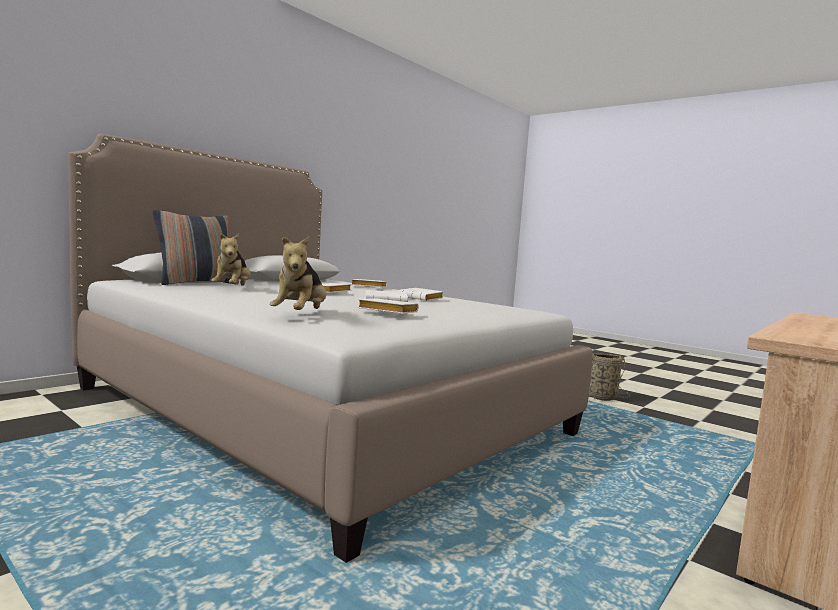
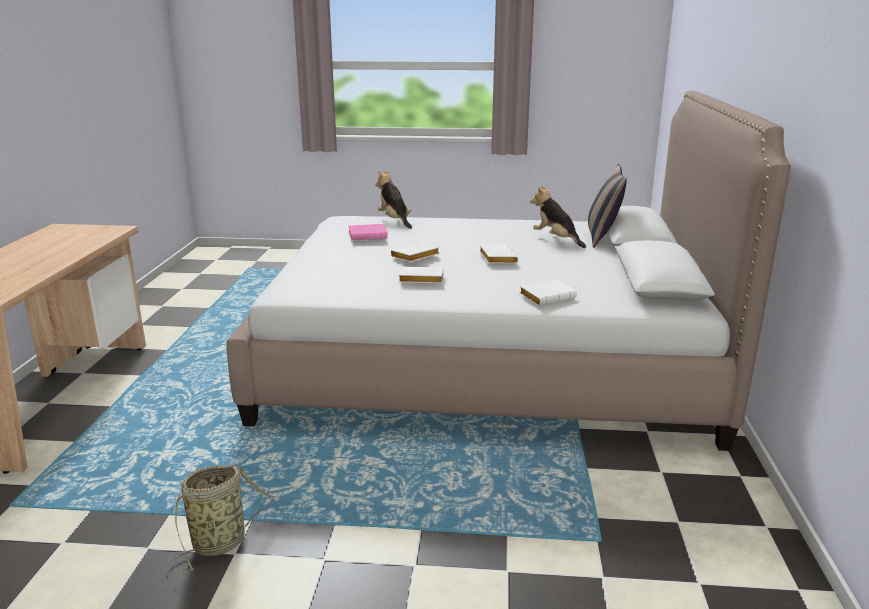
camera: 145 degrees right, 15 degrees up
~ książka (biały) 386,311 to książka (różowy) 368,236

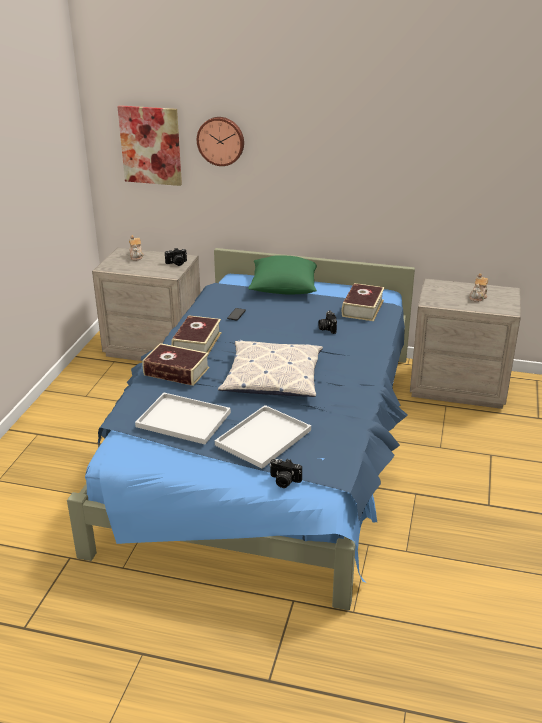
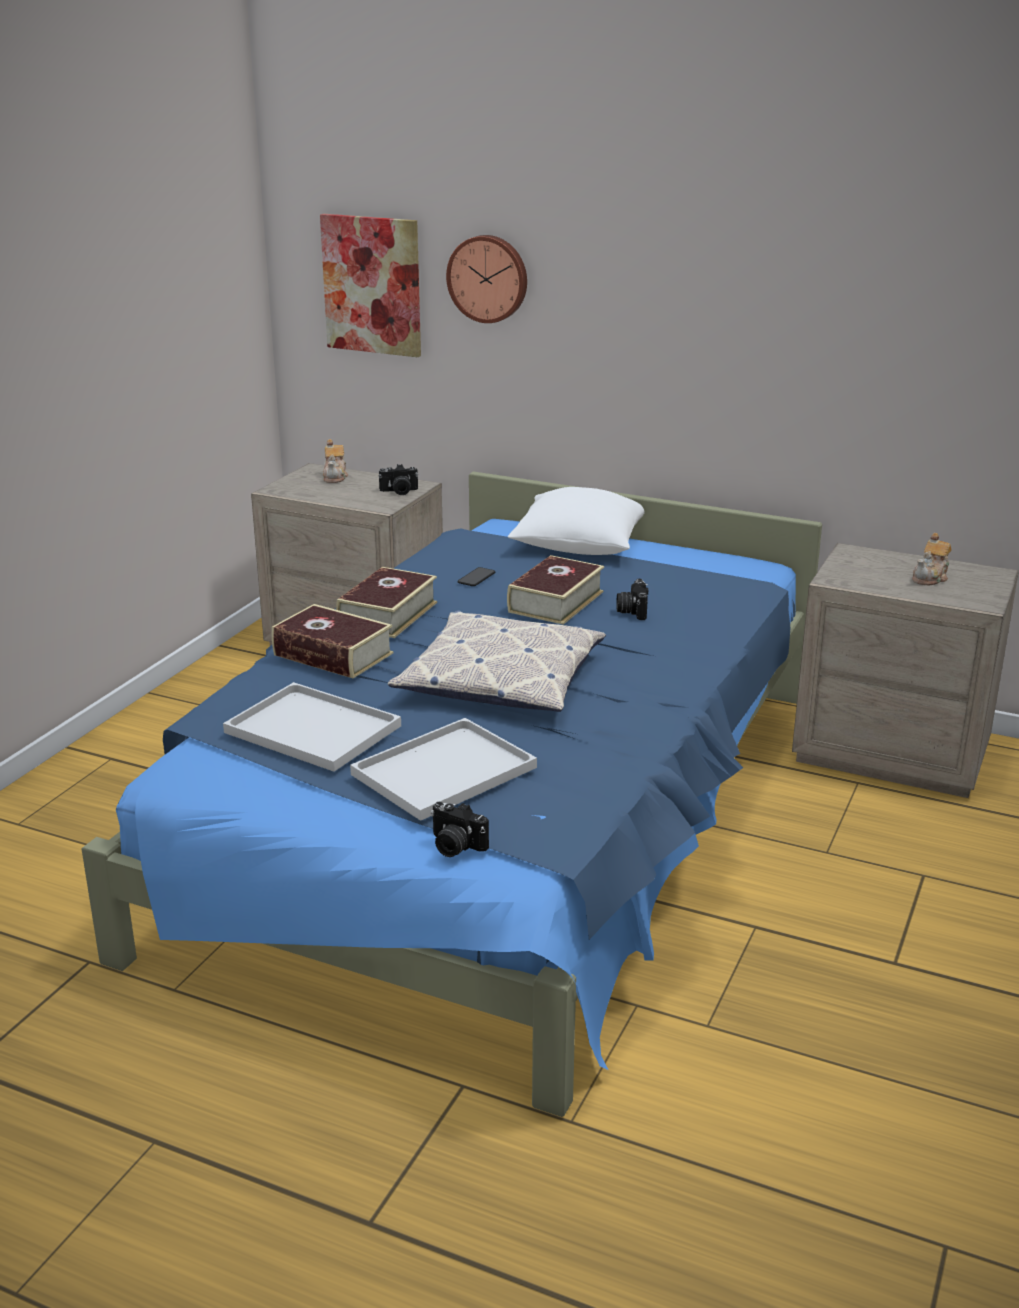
camera: 10 degrees right, 5 degrees down
~ książka 362,308 to 555,601
~ poduszka (zielony) 283,288 to poduszka (biały) 579,546

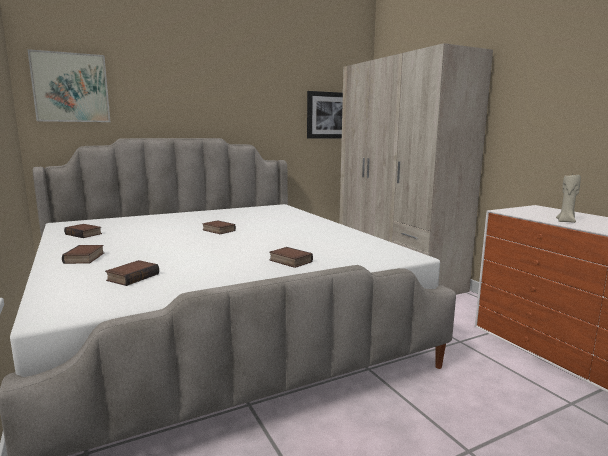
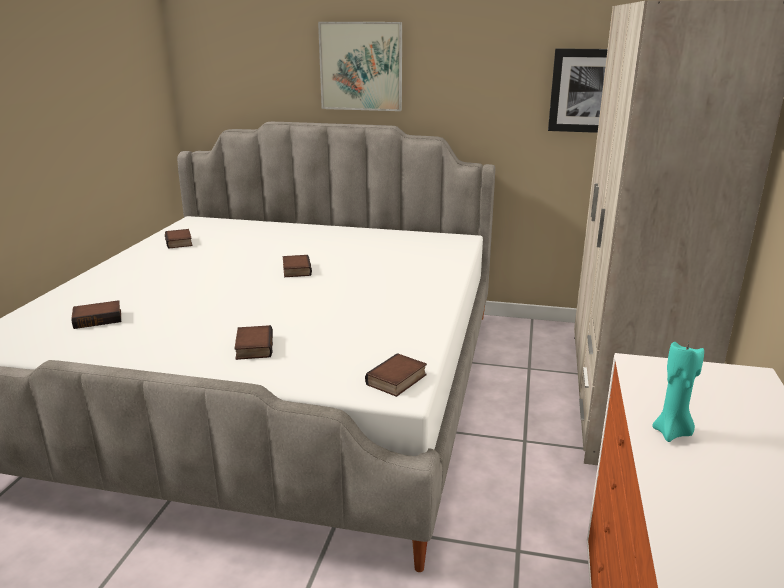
camera: 40 degrees right, 10 degrees up
~ obraz 71,87 to 361,66
~ książka 85,258 to 397,380
~ świeca (beżowy) 566,221 to świeca (turkusowy) 672,433

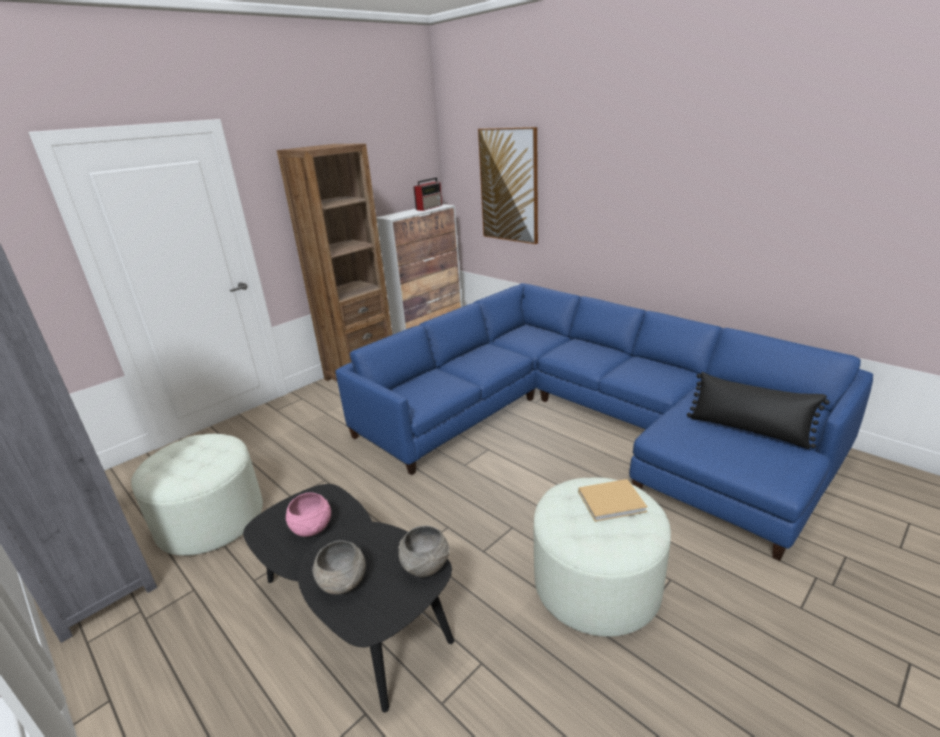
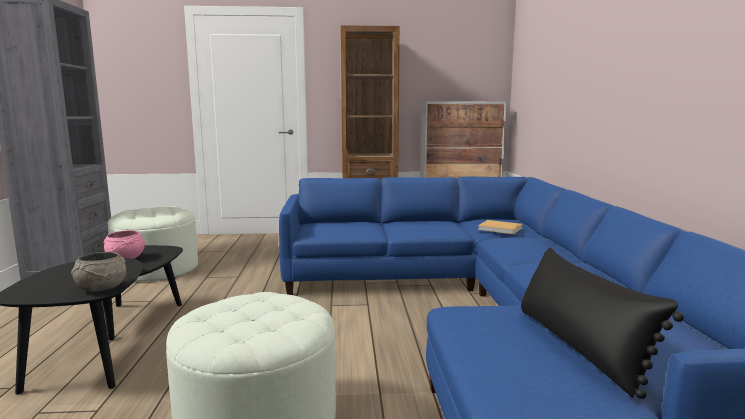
camera: 40 degrees right, 15 degrees down
~ książka (beżowy) 613,501 to 501,229
- miska (szary) 343,581
- radio 429,207
- obraz 509,186

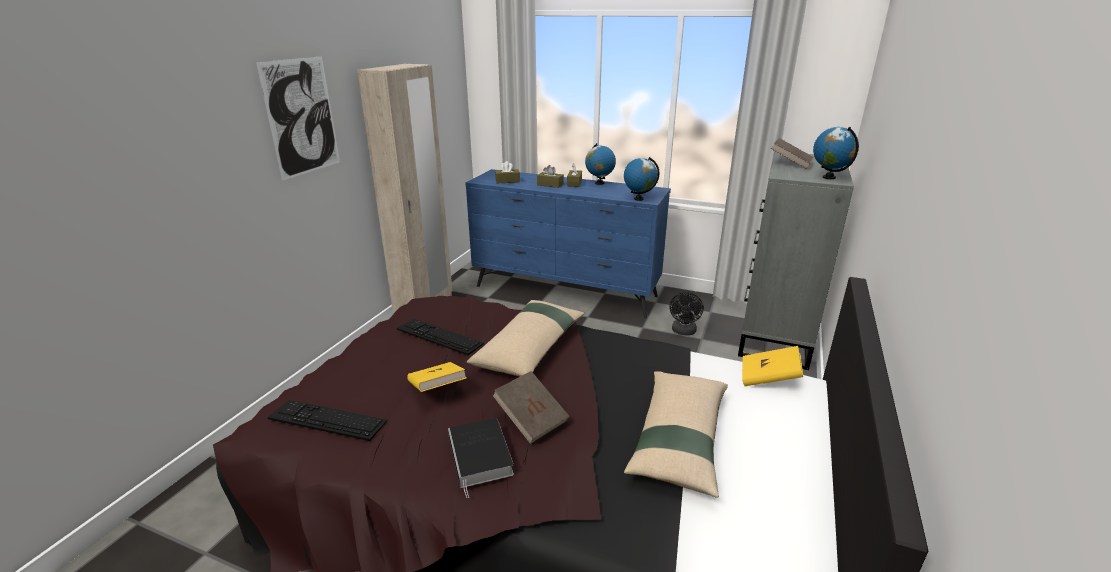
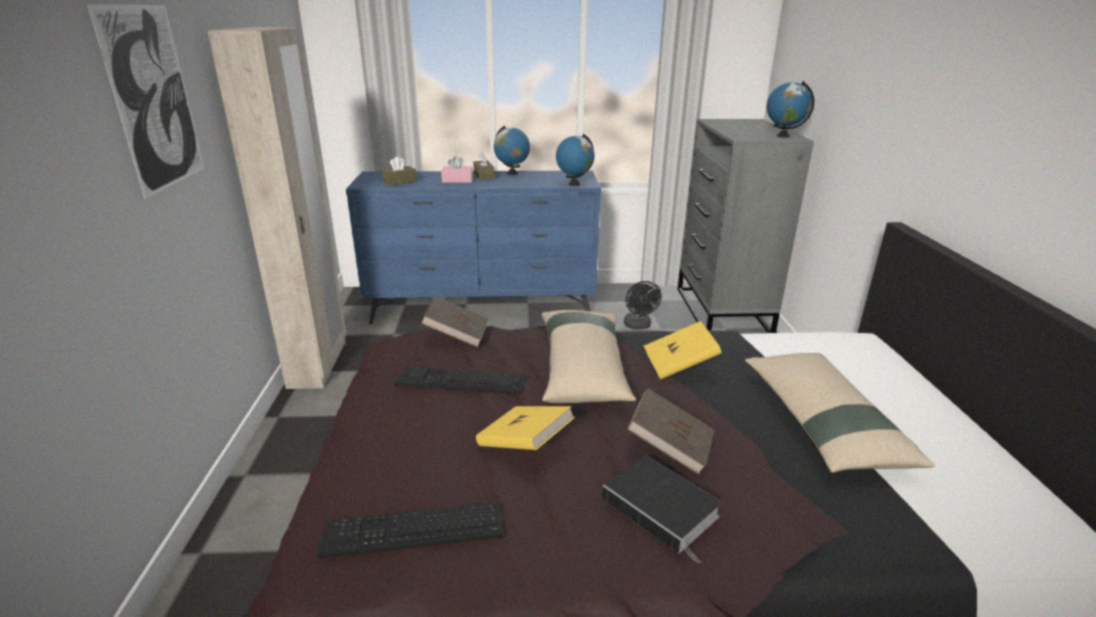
camera: 25 degrees left, 0 degrees up
~ książka (brązowy) 790,163 to 457,335
~ pudełko chusteczek (brązowy) 550,185 to pudełko chusteczek (różowy) 457,180
~ książka (żółty) 768,378 to 679,365

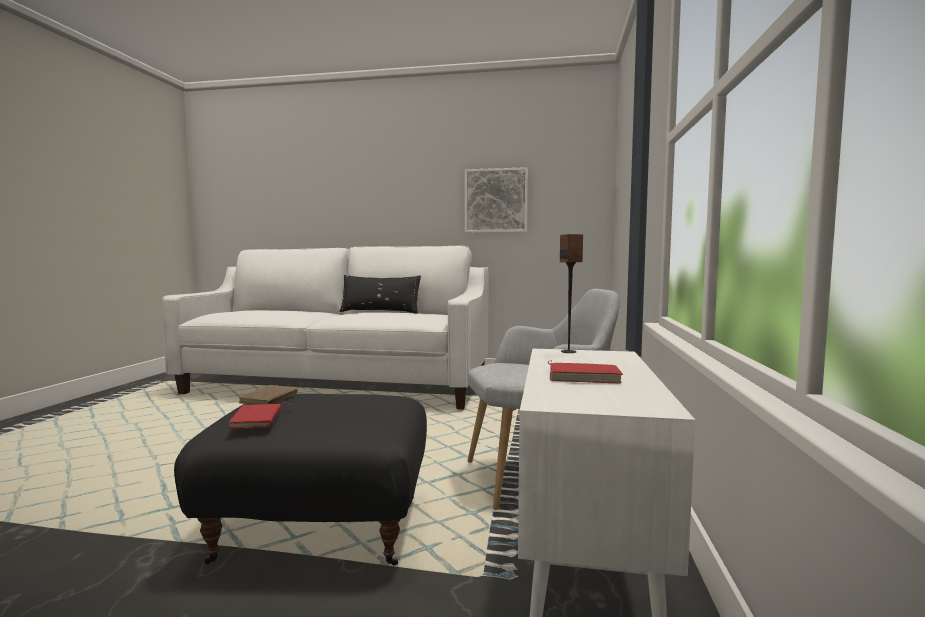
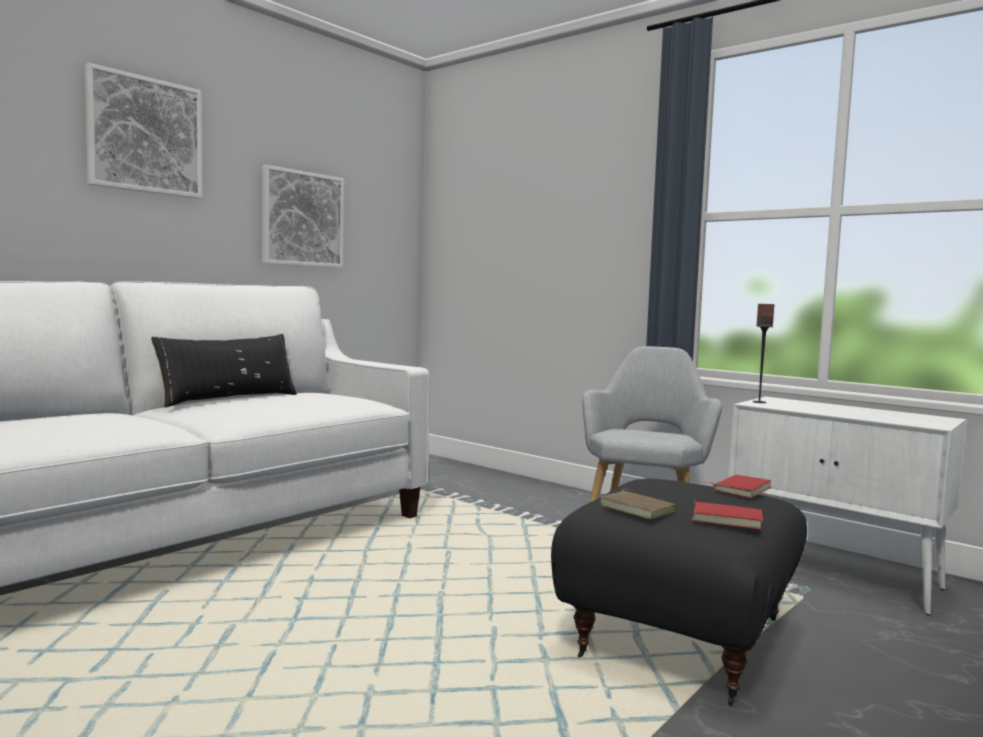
camera: 60 degrees left, 0 degrees up
+ obraz 145,135
~ książka (czerwony) 584,376 to 740,489

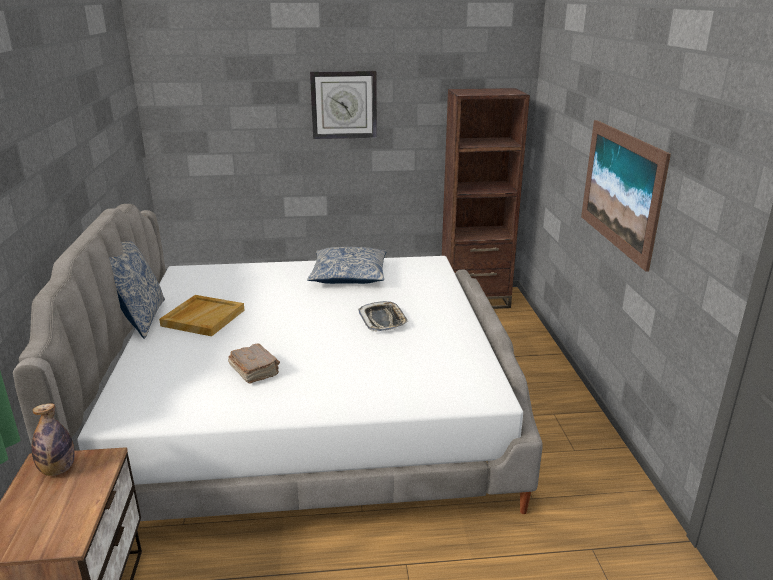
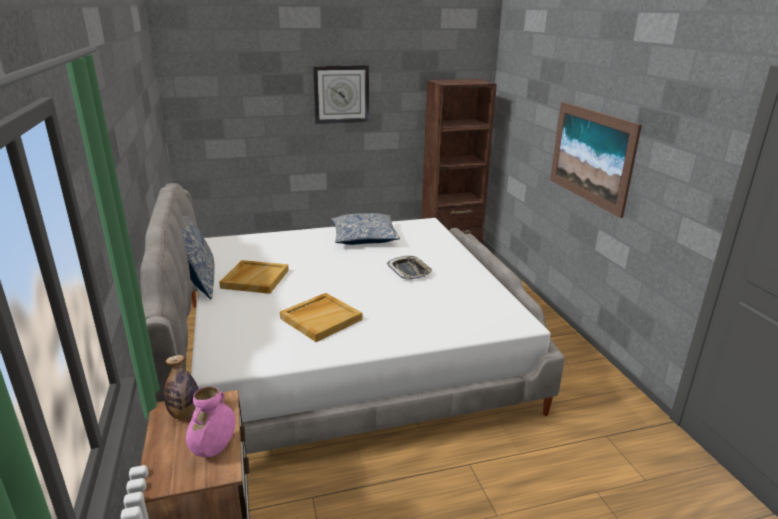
camera: 10 degrees left, 0 degrees up
+ wazon (różowy) 214,449
~ książka (brązowy) 254,371 to taca (beżowy) 321,318

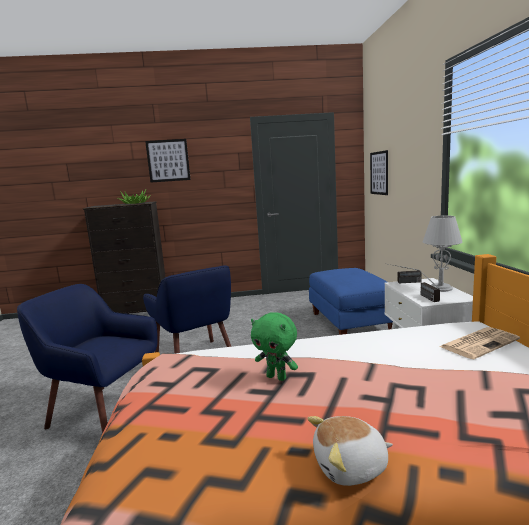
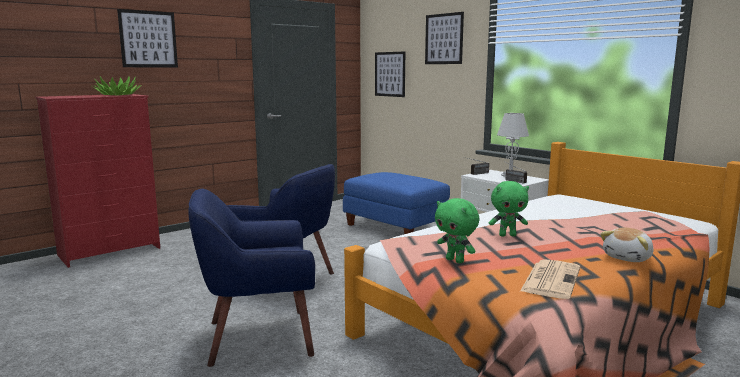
camera: 35 degrees left, 0 degrees up
~ komoda (czarny) 137,312 to komoda (czerwony) 111,251
+ obraz 444,39
+ pluszak (zielony) 455,260
~ gazeta 479,343 to 550,279

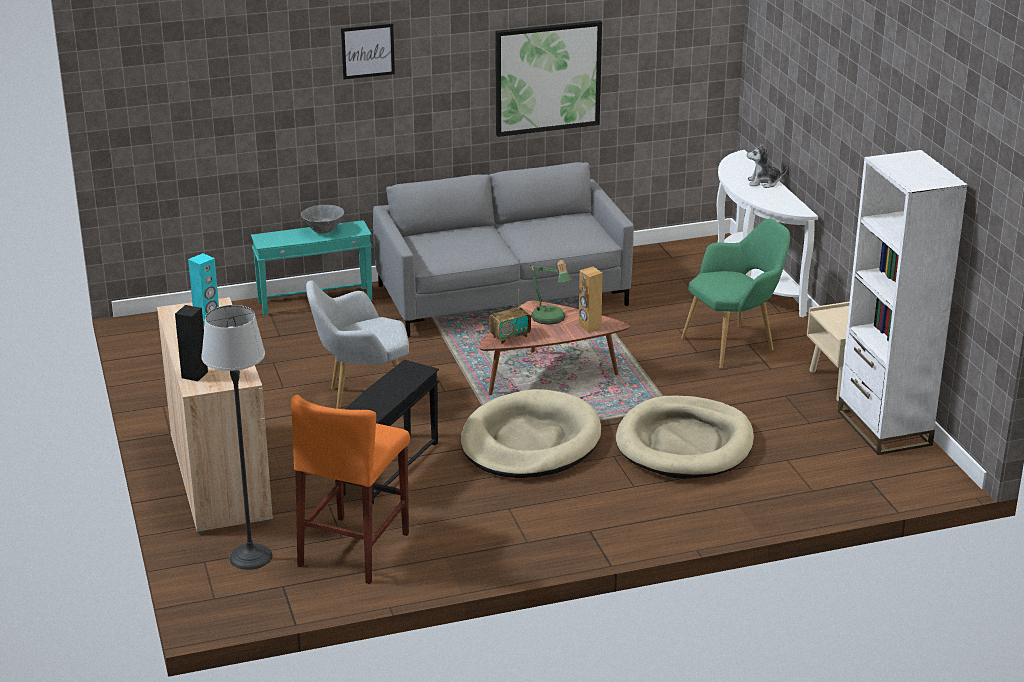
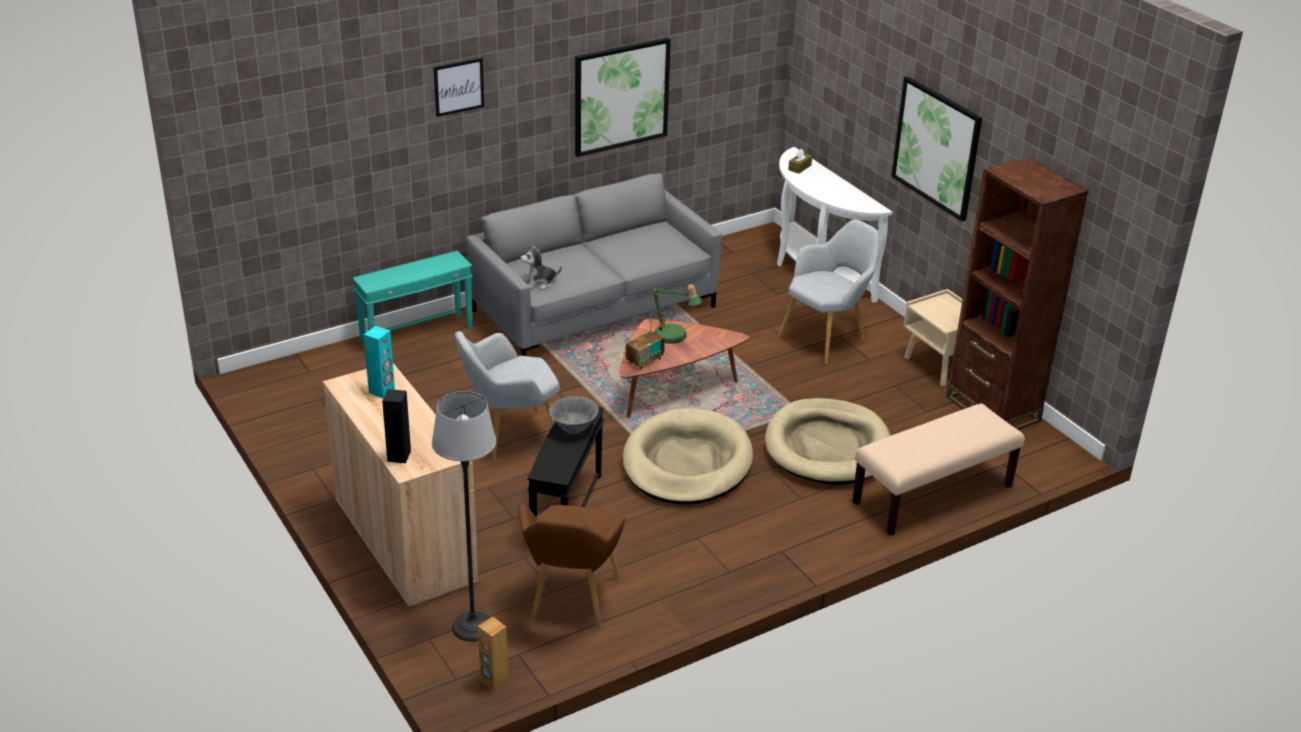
camera: 15 degrees left, 5 degrees up
~ głośnik (brązowy) 589,327 to 494,681
~ stołek (pomarańczowy) 354,549 to fotel (brązowy) 570,603
~ pluszak 763,183 to 539,283
~ miska (szary) 323,231 to 573,429
~ fotel (zielony) 734,344 to fotel (szary) 827,338
+ pudełko chusteczek (brązowy) 799,167
+ ławka (beżowy) 933,496
+ obraz 937,147
~ regał (biały) 884,428 to regał (brązowy) 992,409

